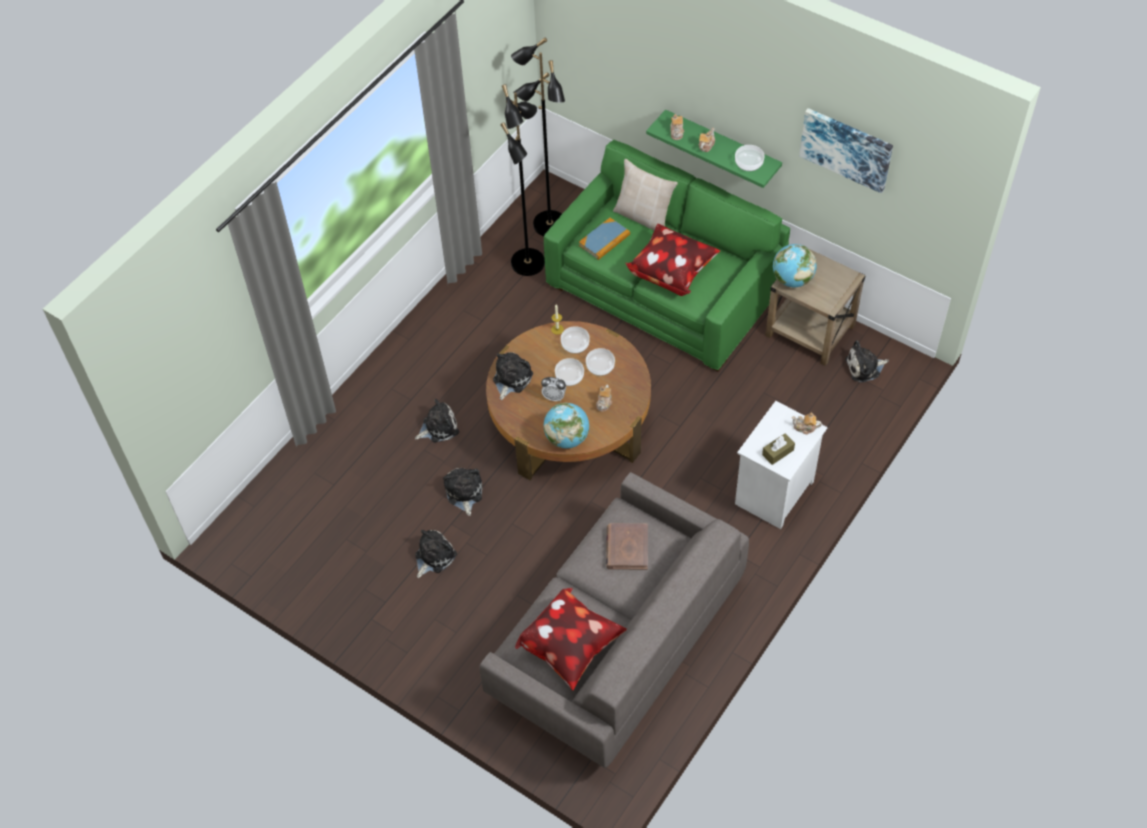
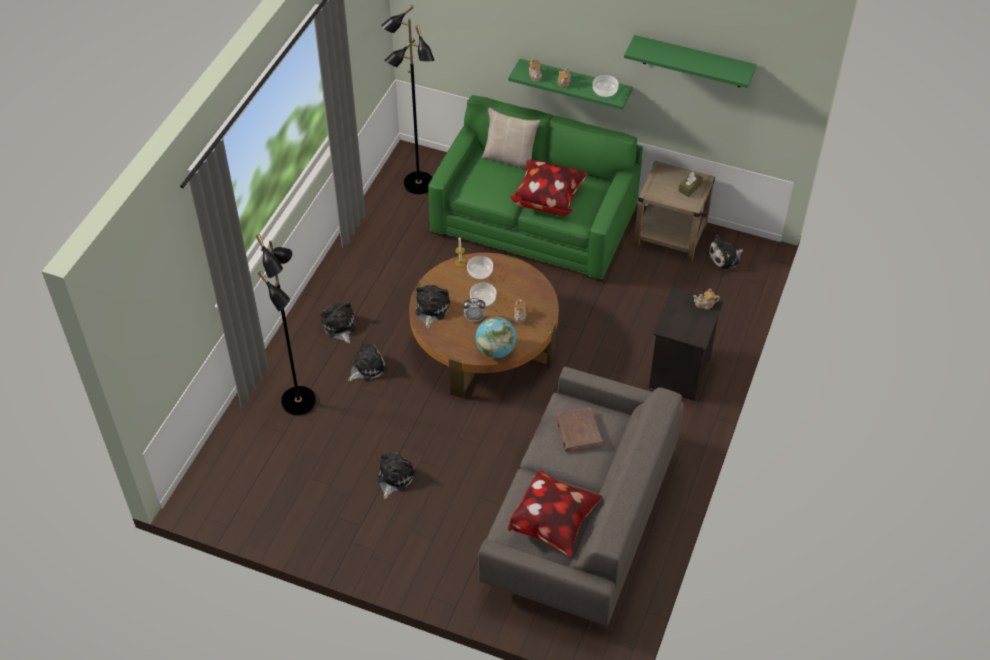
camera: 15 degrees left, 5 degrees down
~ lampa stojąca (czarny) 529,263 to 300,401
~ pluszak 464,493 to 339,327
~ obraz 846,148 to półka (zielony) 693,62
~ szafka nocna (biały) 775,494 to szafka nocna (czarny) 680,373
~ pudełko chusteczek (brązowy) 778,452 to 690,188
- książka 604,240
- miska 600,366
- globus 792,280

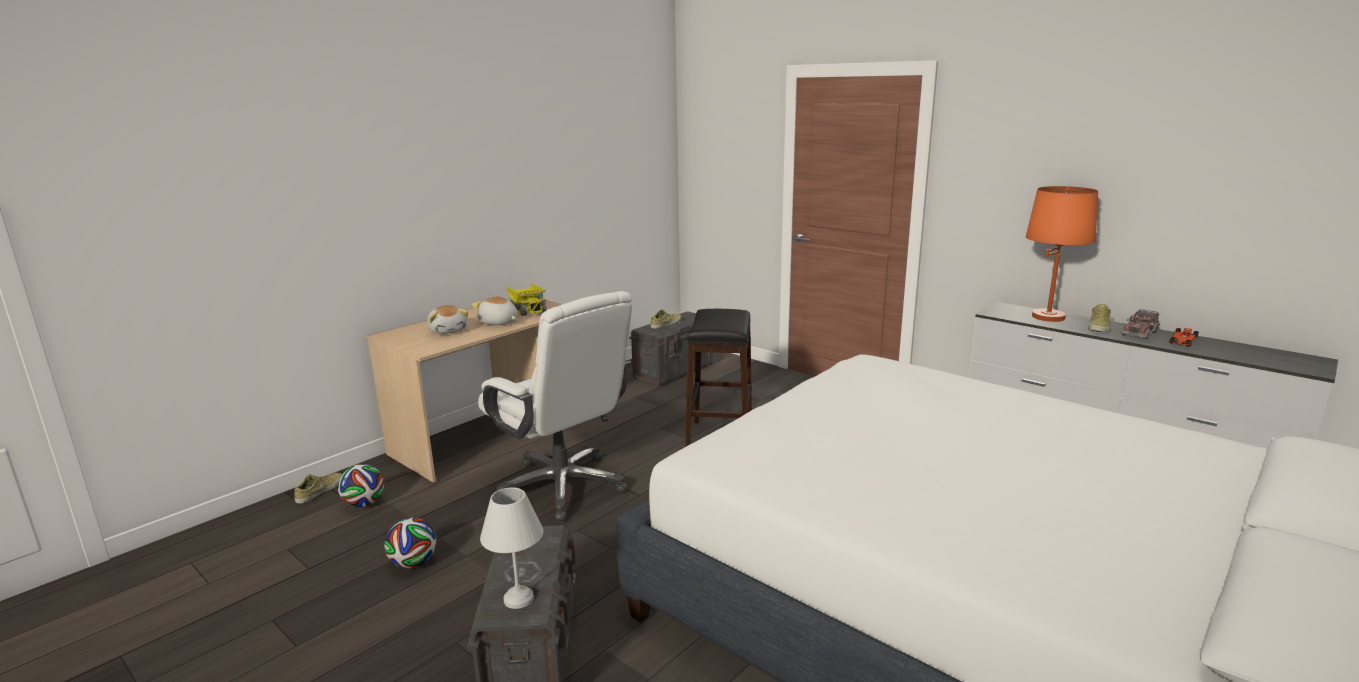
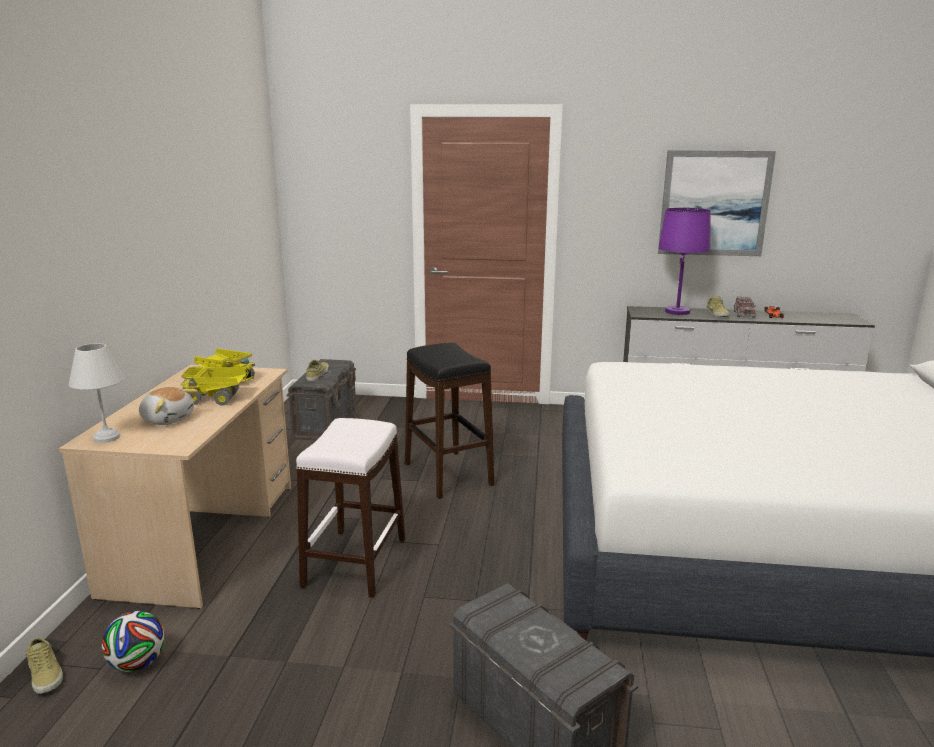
camera: 35 degrees left, 0 degrees up
~ but (beżowy) 319,491 = 46,674 150 degrees clockwise
~ lampa stołowa (biały) 520,598 to 107,437
~ pluszak 498,323 to ciężarówka zabawkowa 216,399
~ krzesło biurowe (biały) 563,487 to stołek (biały) 356,562
+ obraz 714,203
~ lampa stołowa (pomarańczowy) 1047,317 to lampa stołowa (fioletowy) 677,312
- piłka futbolowa 414,563

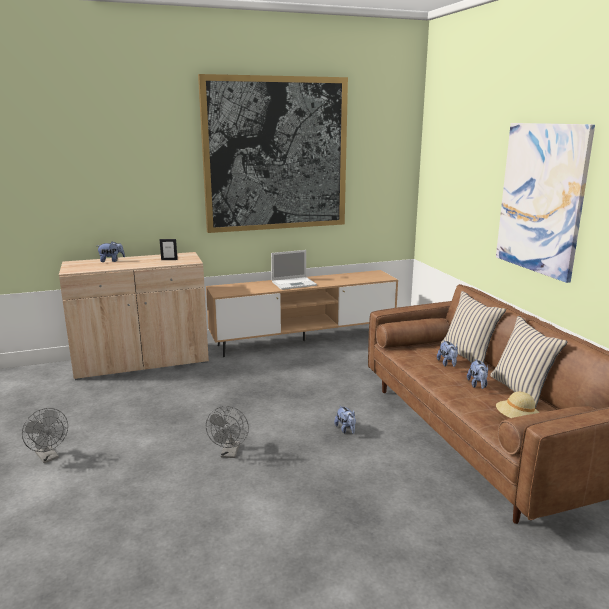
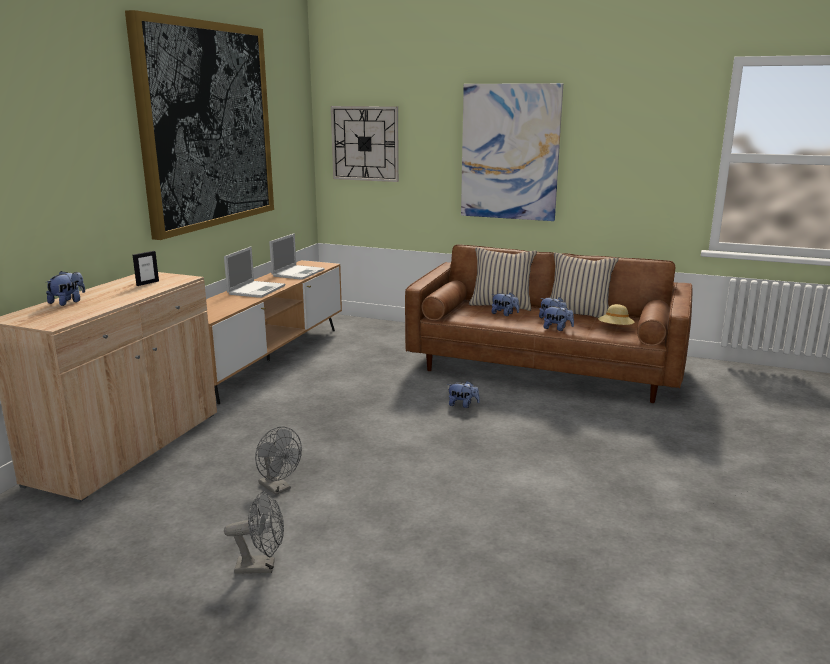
camera: 50 degrees left, 0 degrees up
~ wentylator (szary) 230,453 to 278,488
+ laptop 298,272
+ zegar ścienny 365,143
+ pluszak 557,329

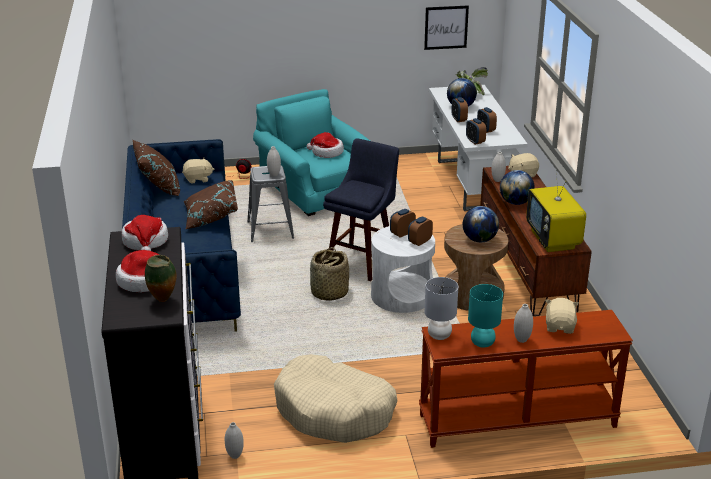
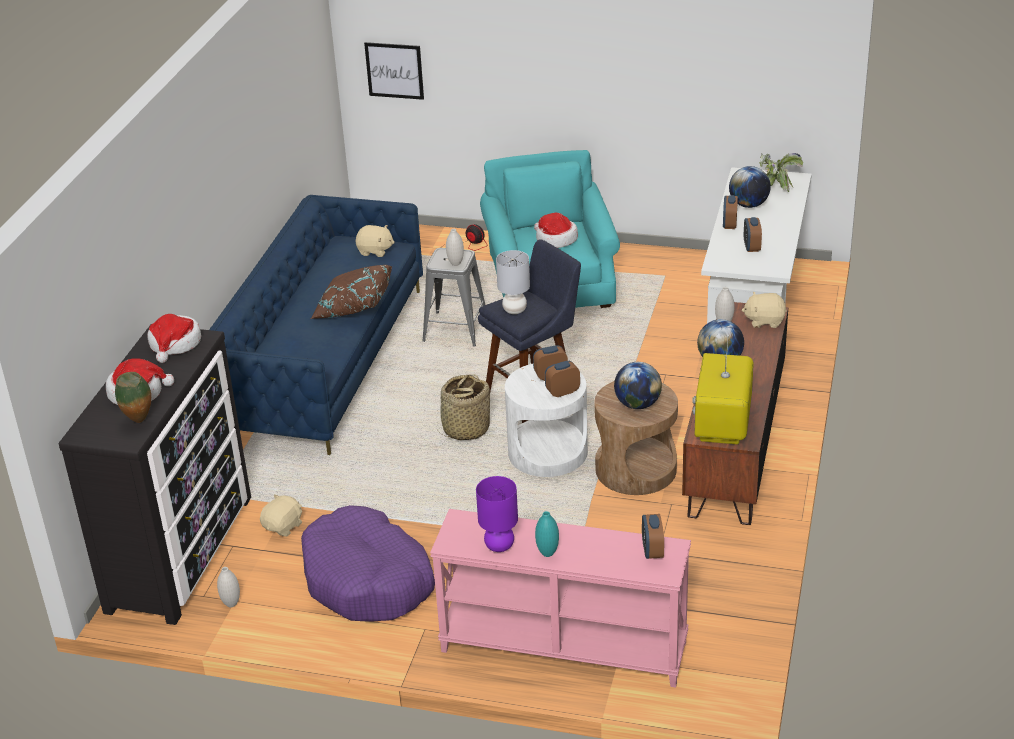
camera: 25 degrees right, 5 degrees up
~ pluszak (beżowy) 560,327 to 283,526
~ legowisko (beżowy) 334,411 to legowisko (fioletowy) 368,580
~ obraz 446,27 to 394,70
~ stolik konsolowy (brązowy) 517,421 to stolik konsolowy (różowy) 562,648
~ lampa stołowa (turkusowy) 482,343 to lampa stołowa (fioletowy) 499,546
~ lampa stołowa (szary) 439,335 to 514,310
~ wazon (biały) 521,340 to wazon (turkusowy) 547,553
~ budzik 475,141 to 652,551
- poduszka (brązowy) 158,188

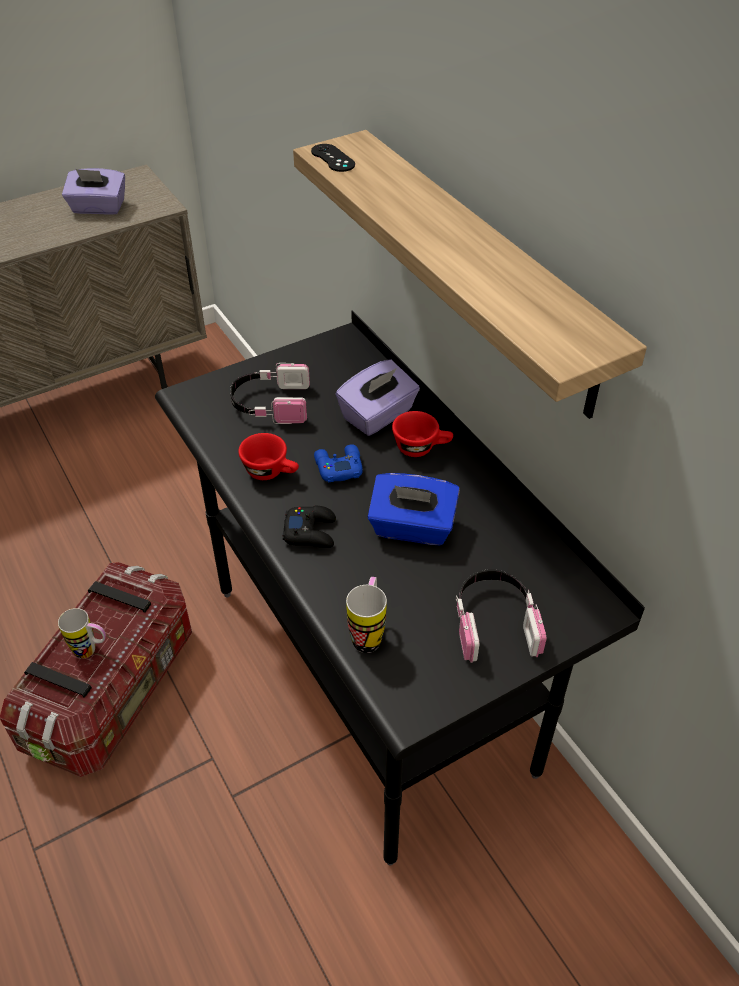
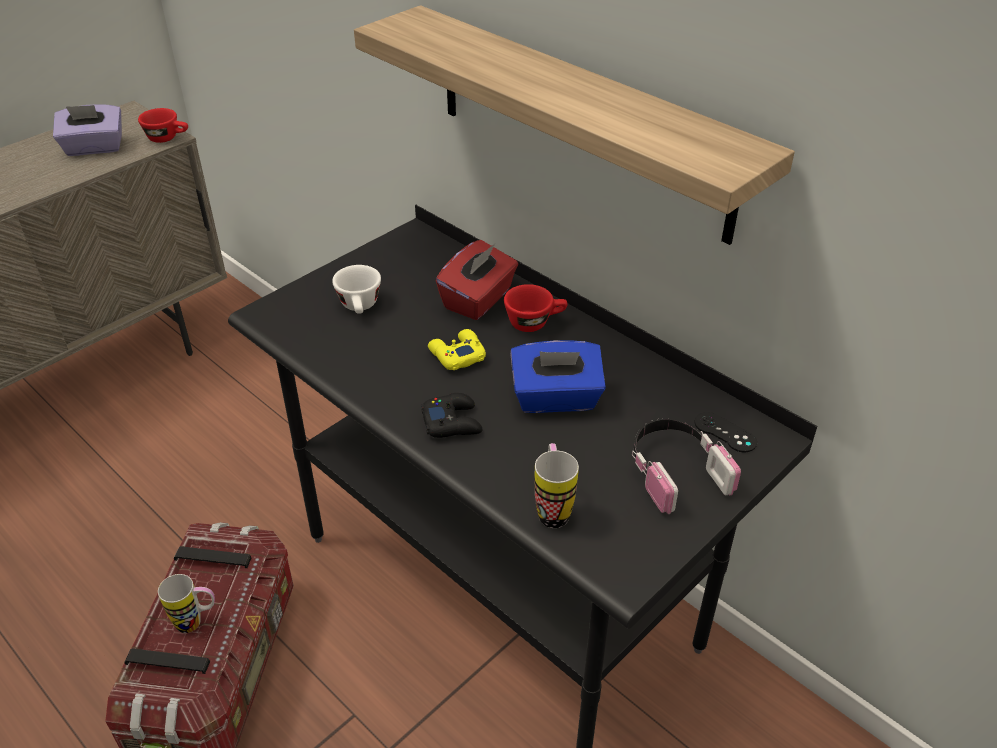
camera: 15 degrees left, 5 degrees down
~ filiżanka (czerwony) 271,472 to 168,138
~ słuchawki 270,404 to filiżanka (biały) 360,307
~ pad do gier (niebieski) 338,467 to pad do gier (żółty) 456,355
~ pudełko chusteczek (fioletowy) 378,415 to pudełko chusteczek (czerwony) 478,299
~ pad do gier (czarny) 333,158 to 725,432

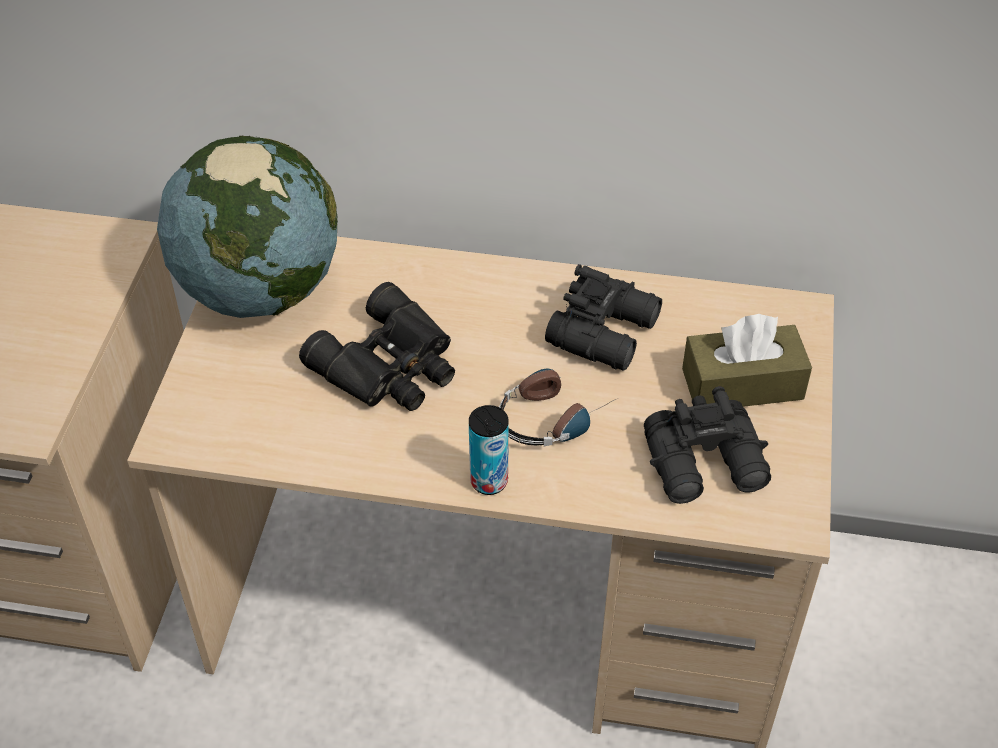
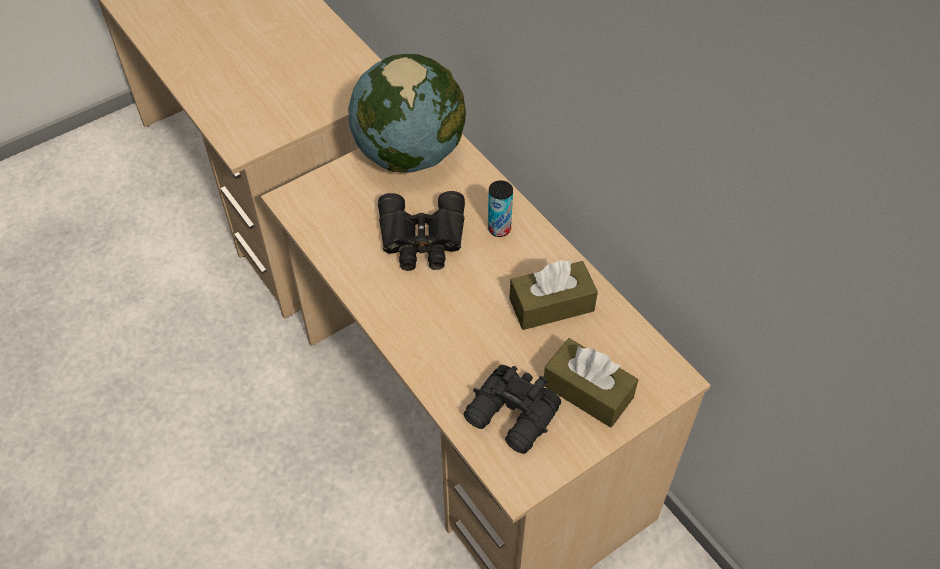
camera: 45 degrees right, 5 degrees up
~ puszka 489,481 to 499,229
~ lornetka (czarny) 606,331 to pudełko chusteczek (brązowy) 551,305
- słuchawki 555,415

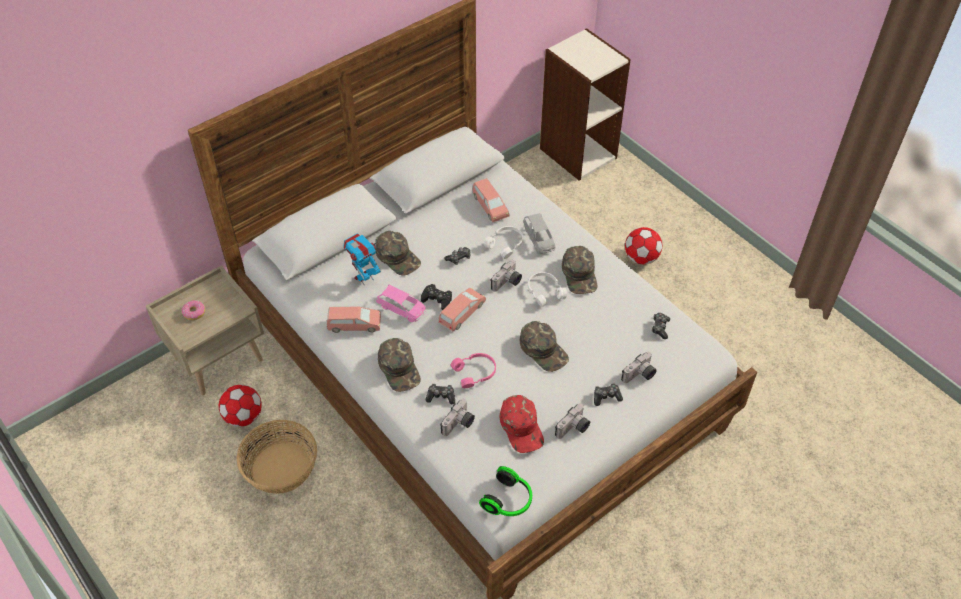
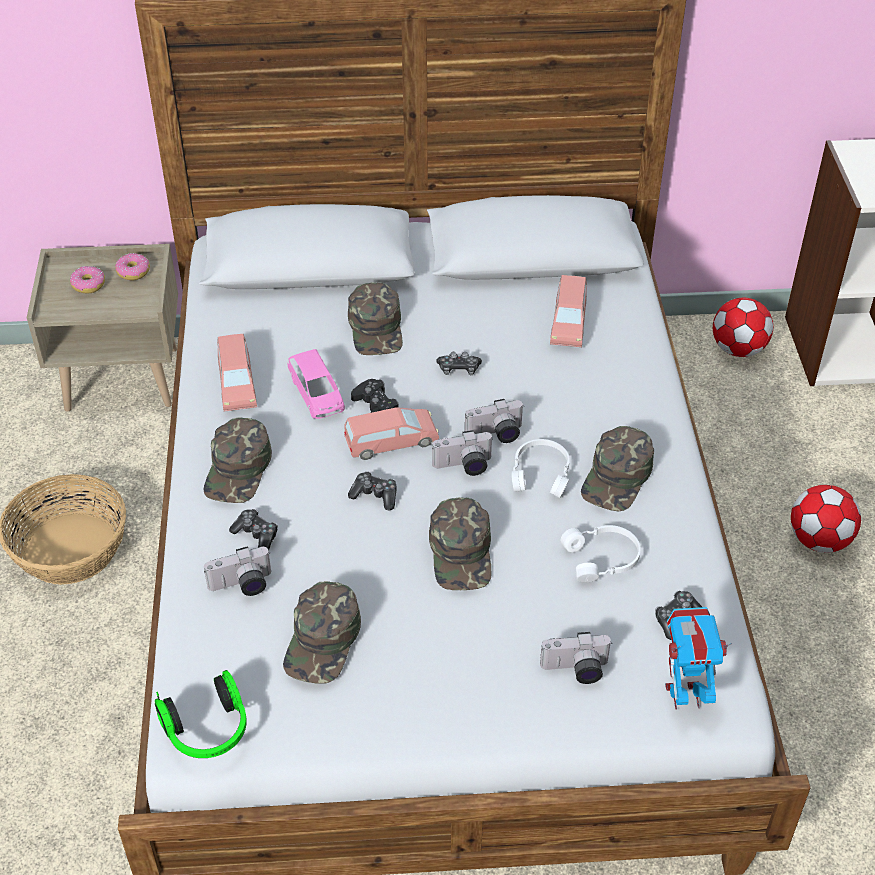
camera: 35 degrees right, 5 degrees down
+ donut 133,272
~ samochodzik (różowy) 354,325 = 237,384 45 degrees clockwise
~ czapka z daszkiem (czerwony) 522,427 to czapka z daszkiem (zielony) 323,640
~ pad do gier 606,397 to 375,495
~ aparat fotograficzny 573,429 to 464,466
~ słuchawki (biały) 506,244 to 602,559
~ robot zabawkowy 364,278 to 684,695
~ piłka futbolowa 243,417 to 738,349
- słuchawki (różowy) 475,373
- samochodzik (szary) 539,239

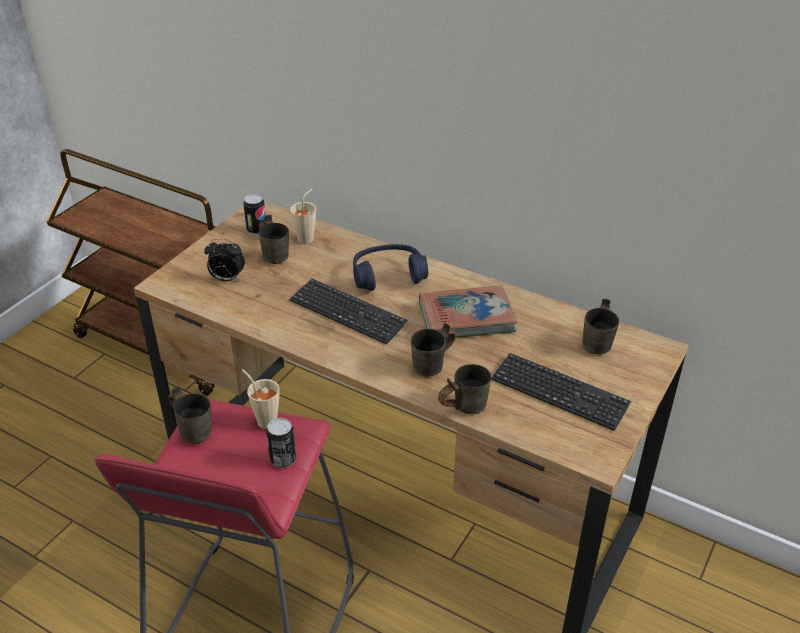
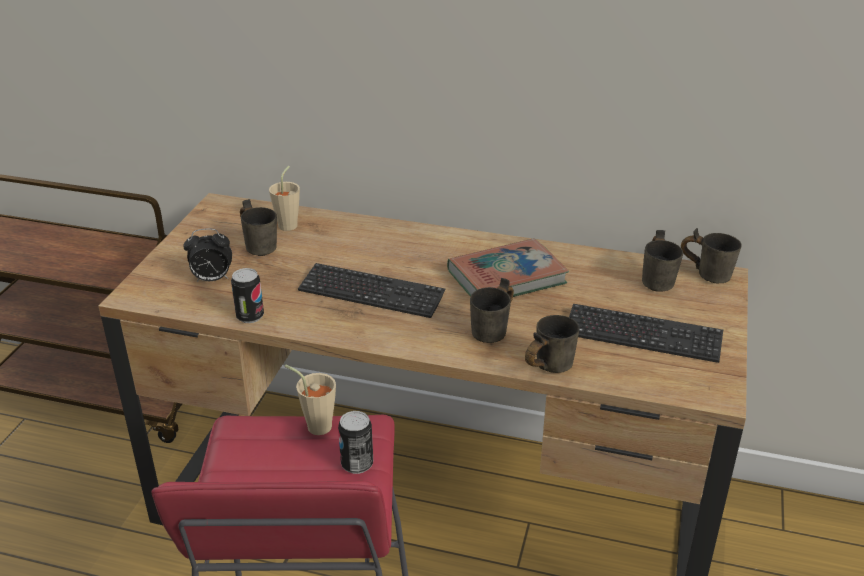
camera: 15 degrees left, 5 degrees down
~ puszka 256,229 to 250,316
~ kubek (szary) 195,428 to 708,273
- słuchawki (niebieski) 388,276

